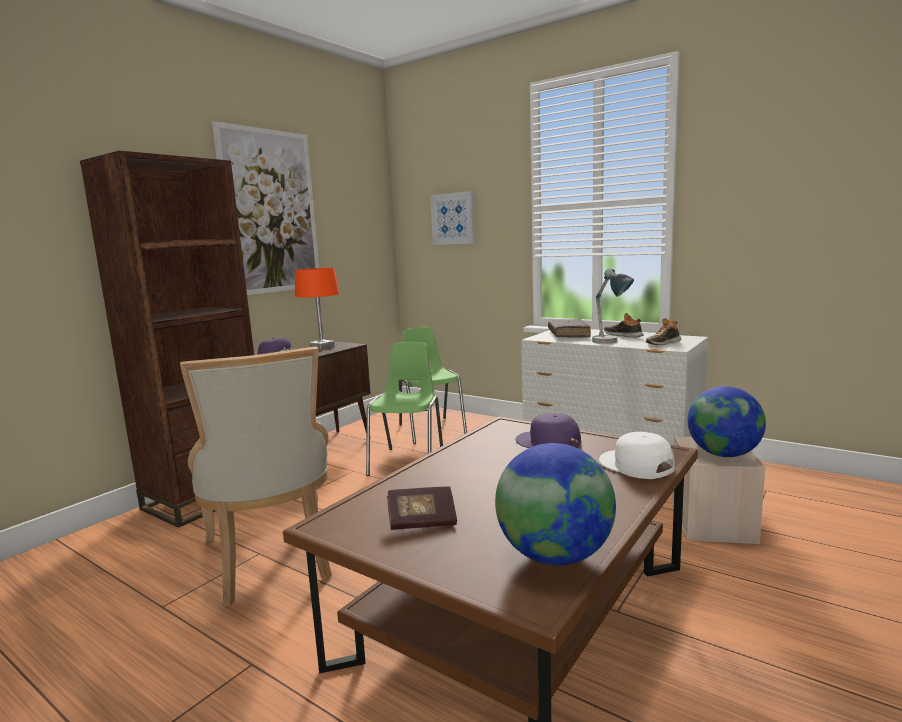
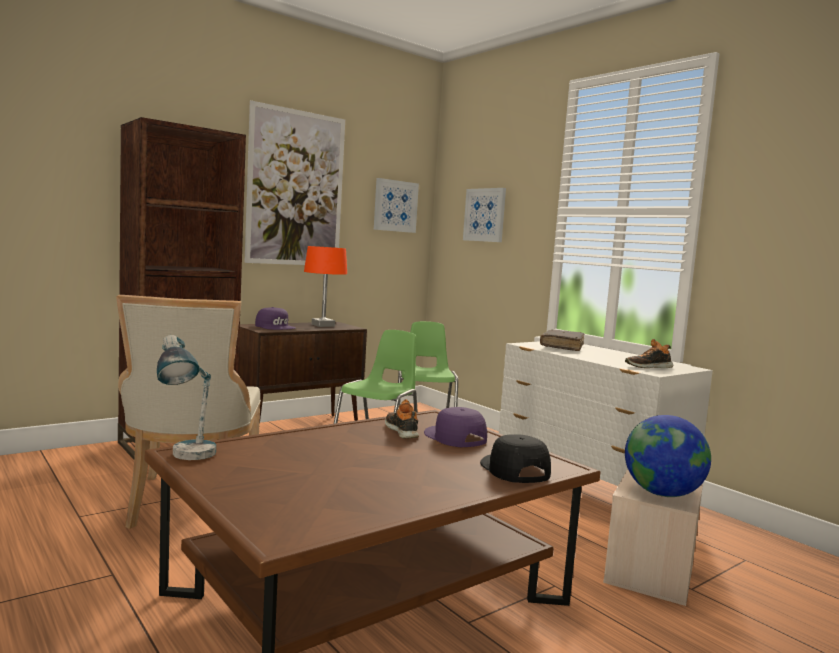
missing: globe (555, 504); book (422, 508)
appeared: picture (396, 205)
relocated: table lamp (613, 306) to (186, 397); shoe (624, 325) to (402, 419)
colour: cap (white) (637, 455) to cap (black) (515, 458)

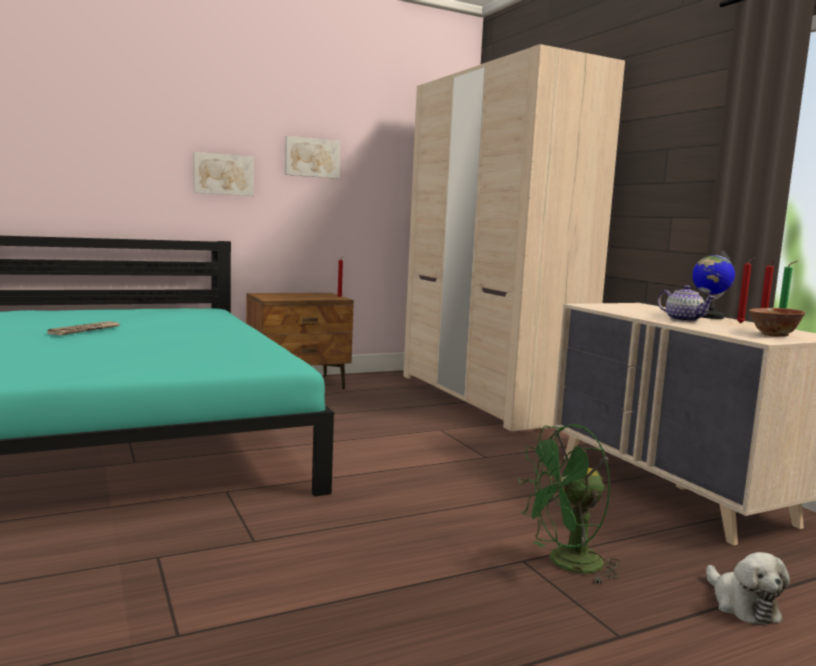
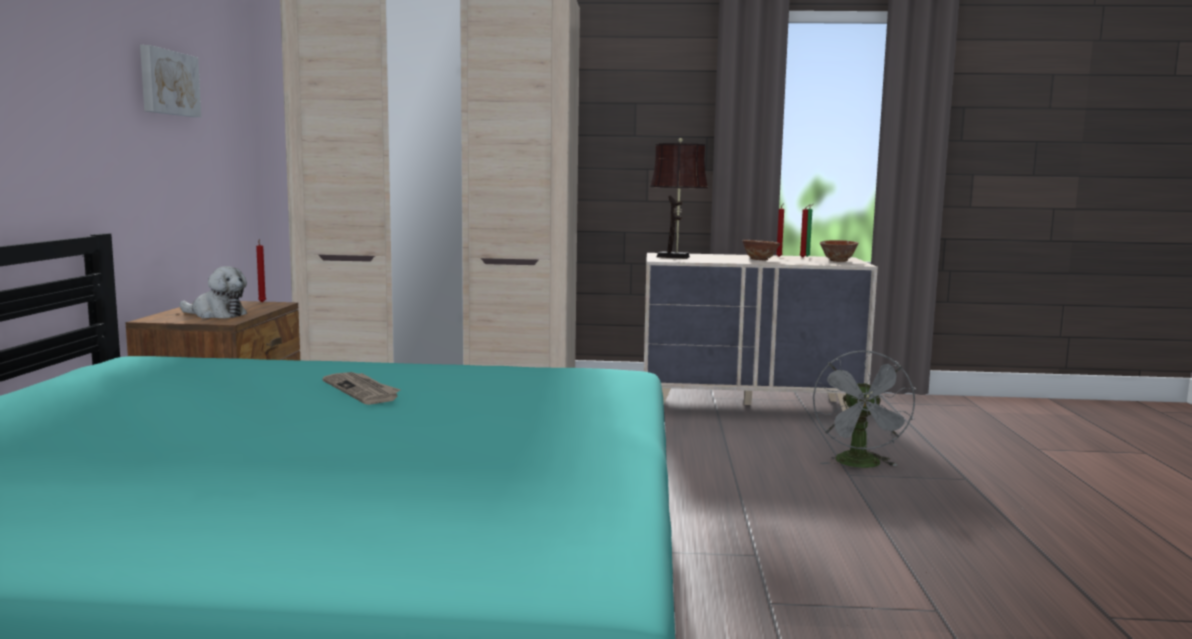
missing: picture (223, 174); globe (713, 284)
appeared: table lamp (brown) (679, 198)
relocated: newspaper (84, 328) to (361, 388); plush toy (748, 589) to (213, 292)
exchanged: teapot (687, 303) to bowl (761, 250)
colour: fan (green) (569, 504) to fan (grey) (864, 409)

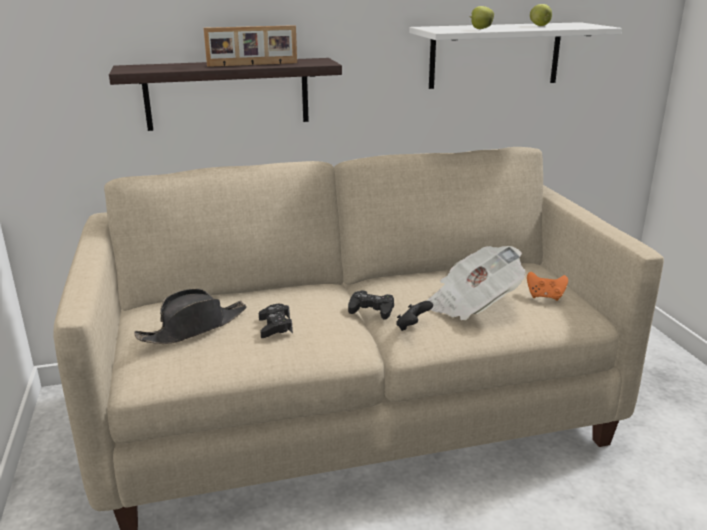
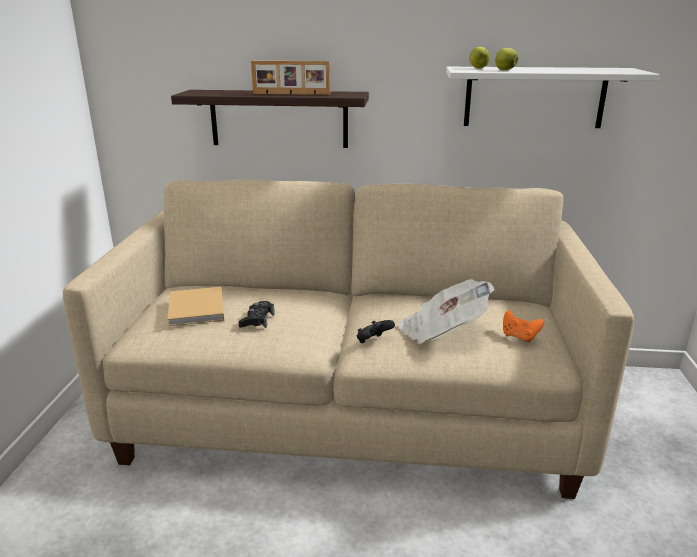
missing: game controller (black) (371, 305)
relocated: apple (541, 15) to (479, 58)
exchanged: hat (black) (190, 316) to book (beige) (195, 306)

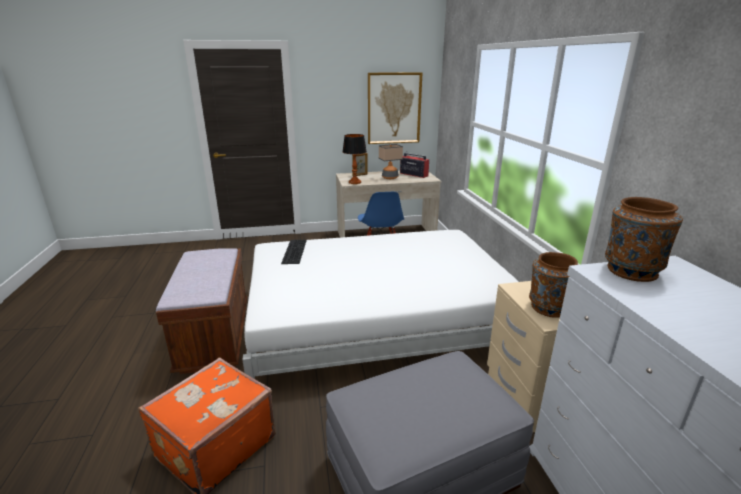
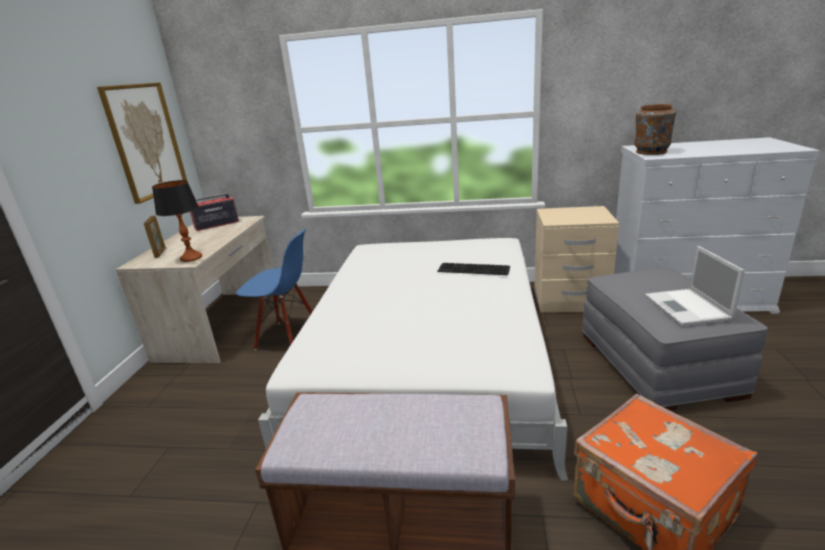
missing: table lamp (391, 161); vase (brown) (553, 285)
appeared: laptop (695, 286)
relocated: keyboard (294, 252) to (473, 269)

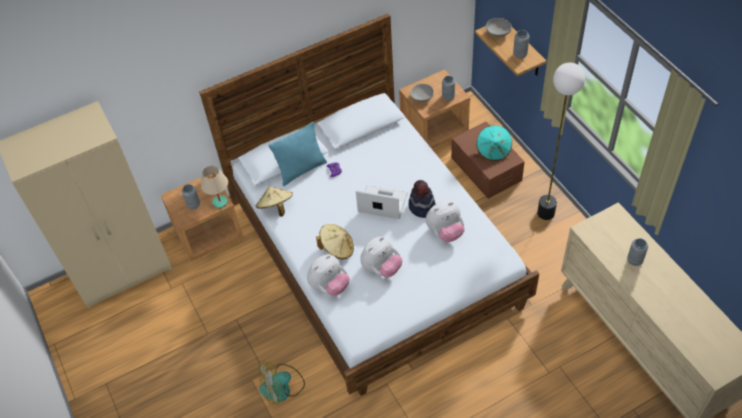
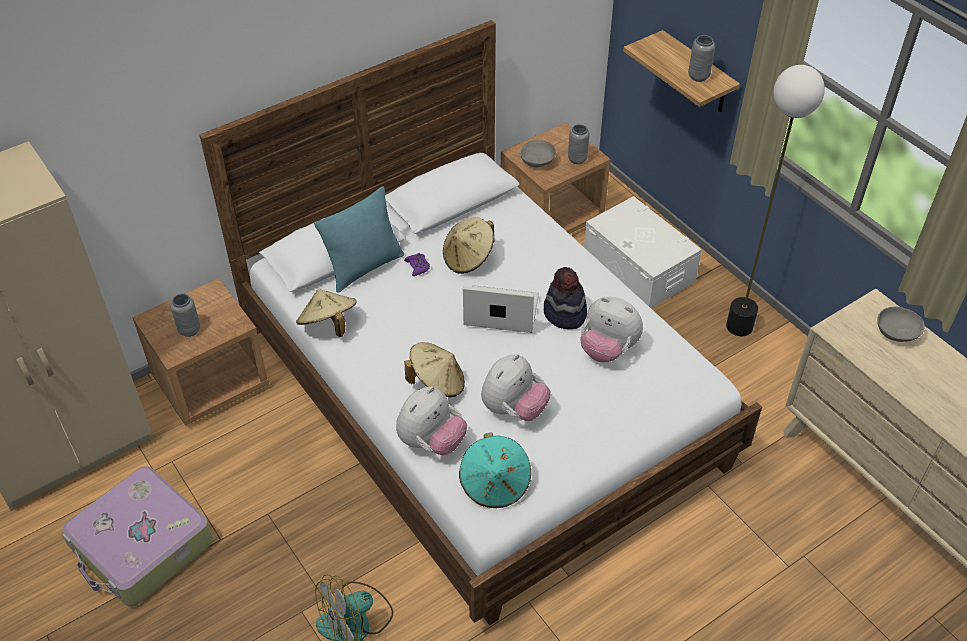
missing: table lamp (beige) (214, 187); vase (grey) (637, 252)
appeared: hat (beige) (468, 245); suitcase (137, 536)
relocated: bowl (grey) (499, 27) to (901, 324); hat (turquoise) (494, 142) to (495, 470)
colour: storage box (brown) (488, 160) to storage box (white) (643, 252)
spun: plush toy (445, 221) = (611, 330) 60 degrees clockwise

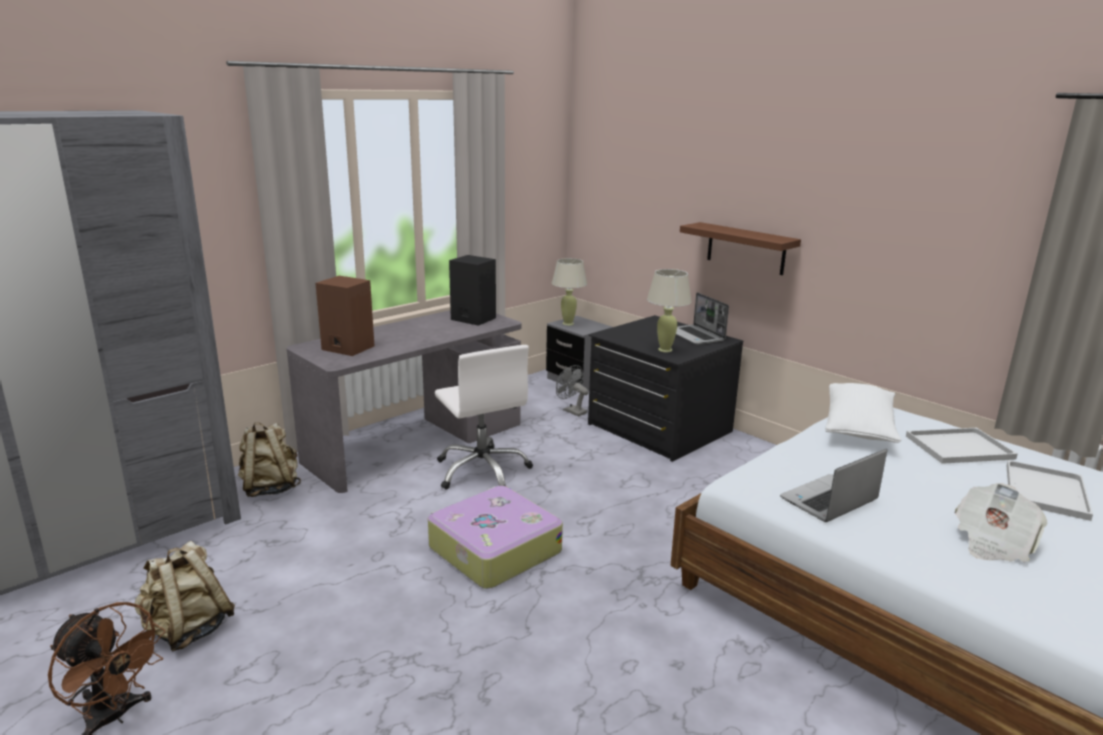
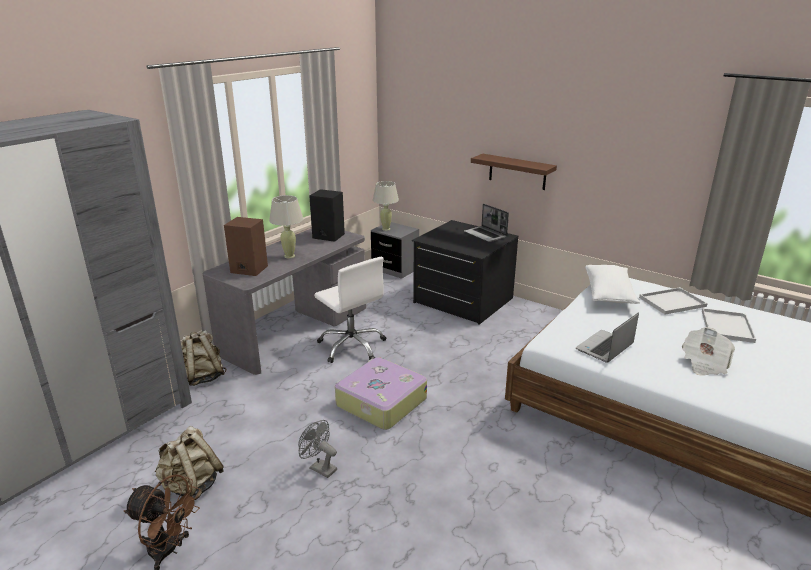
relocated: table lamp (beige) (669, 310) to (286, 226); fan (grey) (572, 390) to (317, 449)

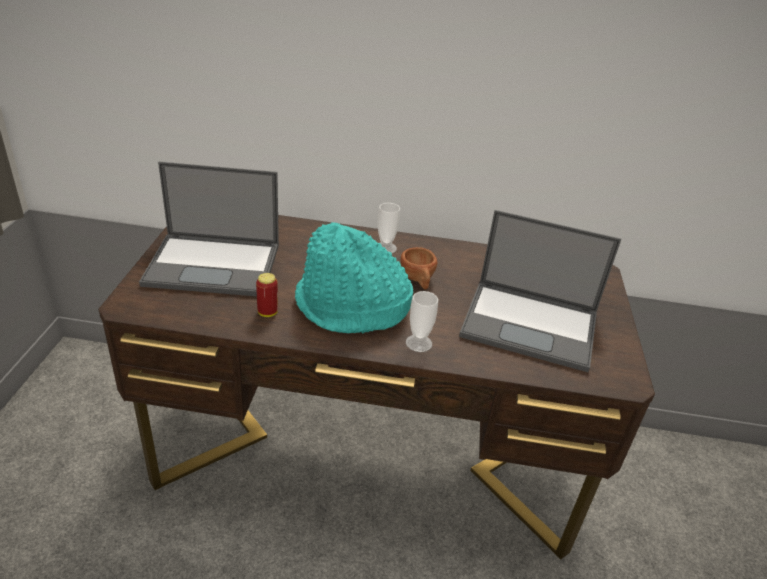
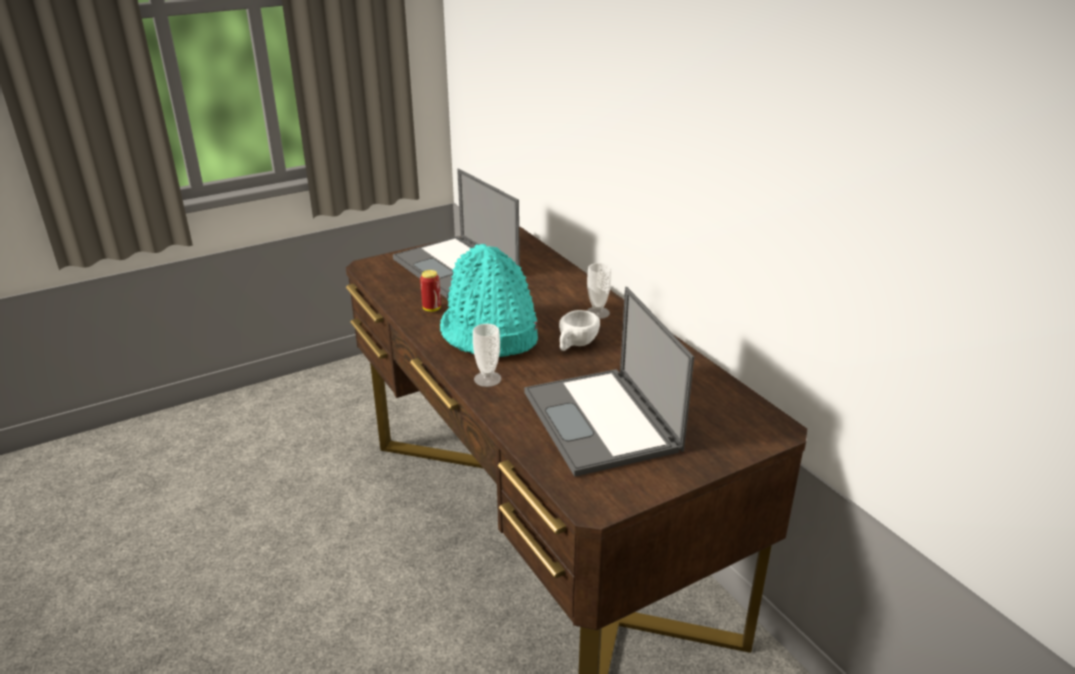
colour: cup (brown) (418, 268) to cup (white) (579, 330)

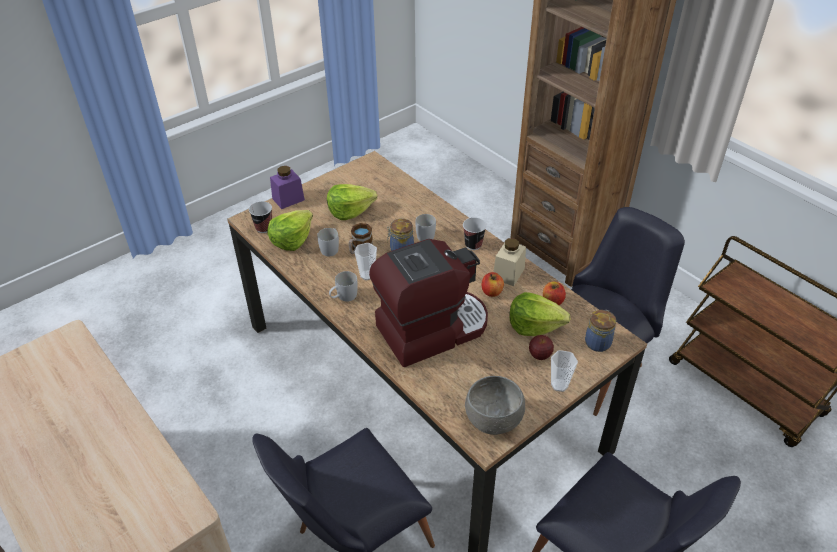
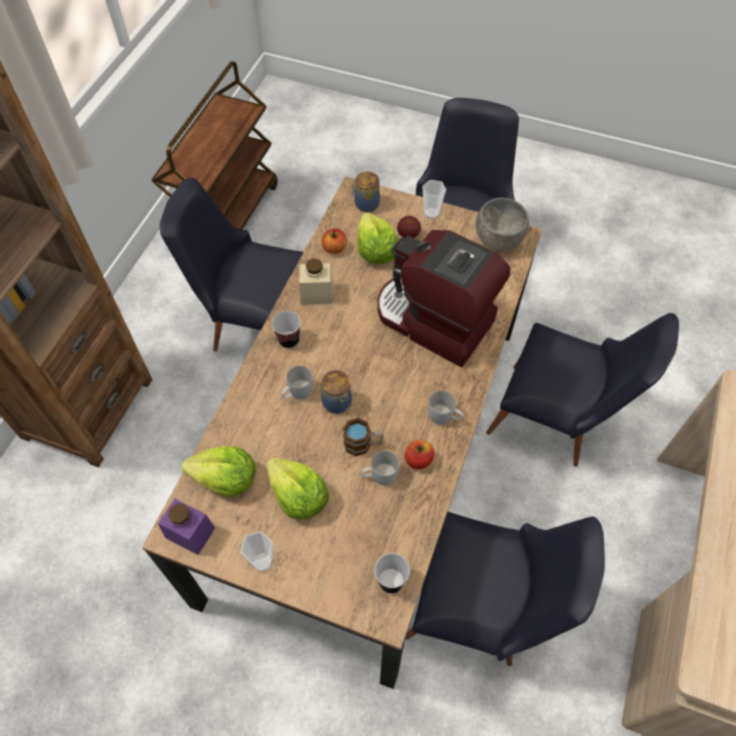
appeared: chair (black) (505, 589)
relocated: jar (purple) (287, 187) to (186, 527); lettuce (290, 230) to (219, 471); cup (366, 261) to (256, 552); apple (493, 284) to (419, 454)

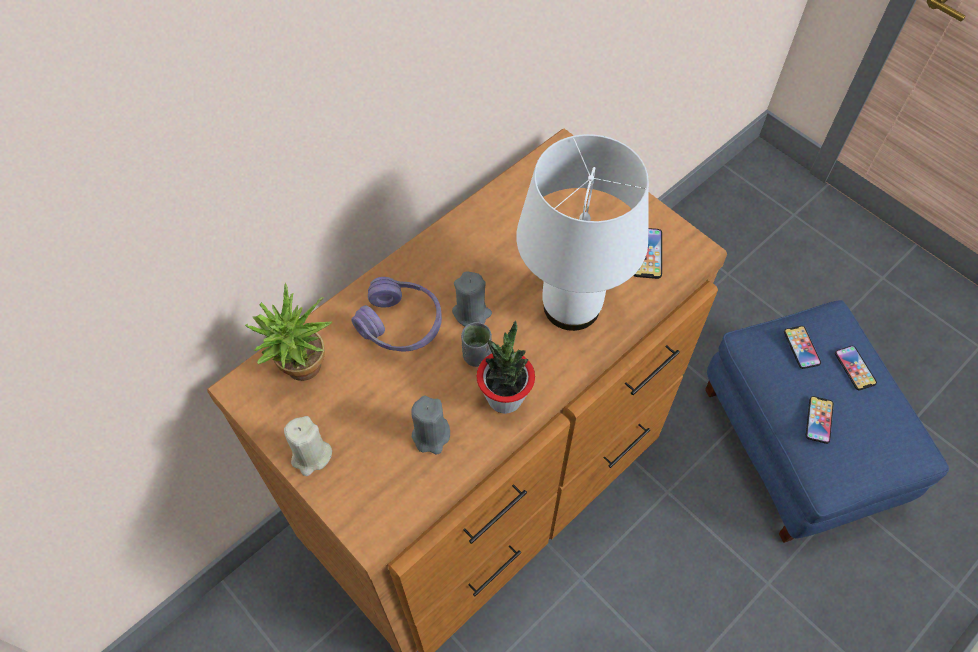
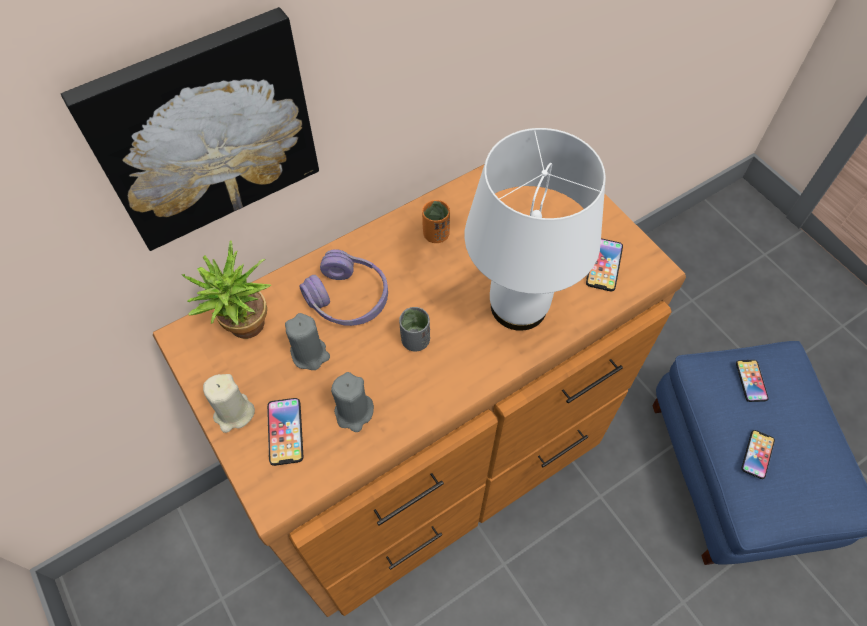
missing: potted plant (505, 367)
appeared: picture (190, 129); cup (orange) (436, 221)
relocated: candle (grey) (472, 298) to (307, 341); phone (856, 368) to (285, 432)

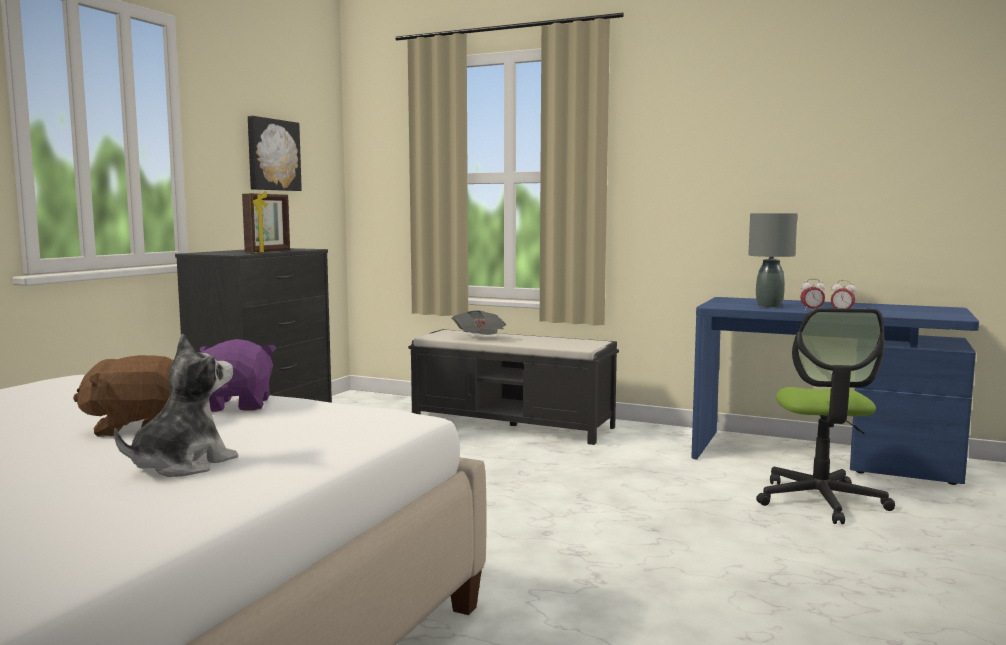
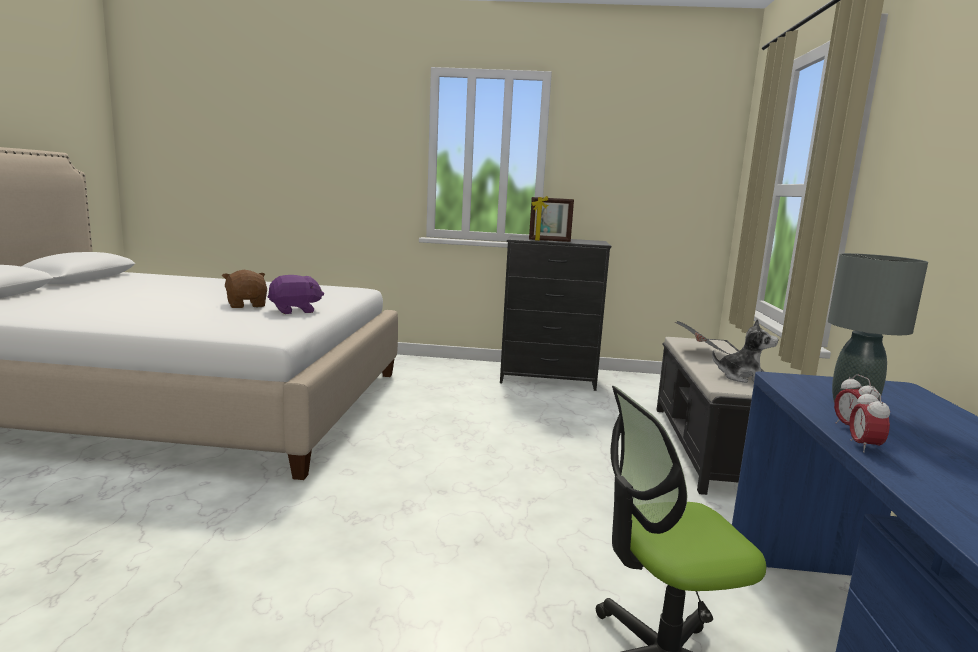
missing: picture (275, 153)
relocated: plush toy (176, 405) to (745, 351)

